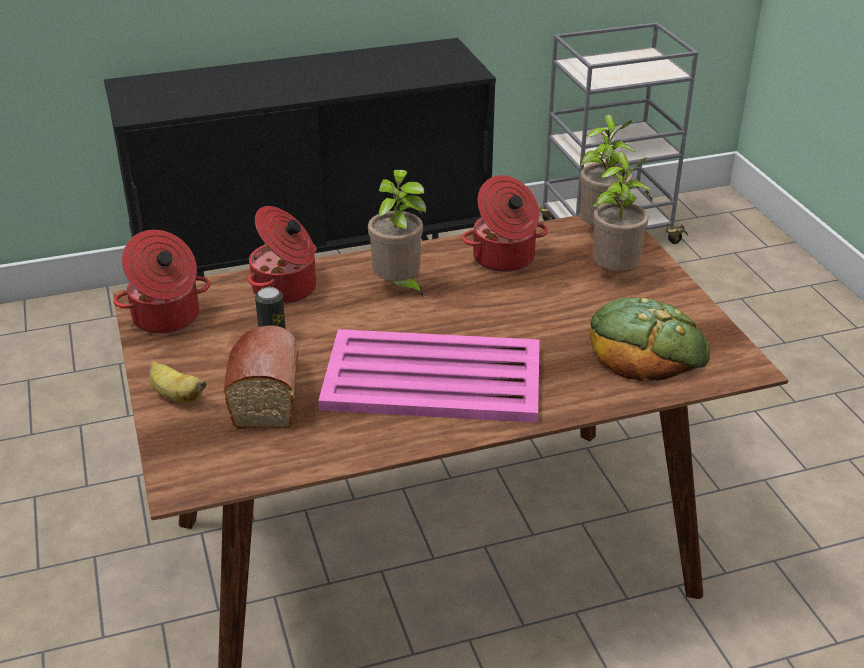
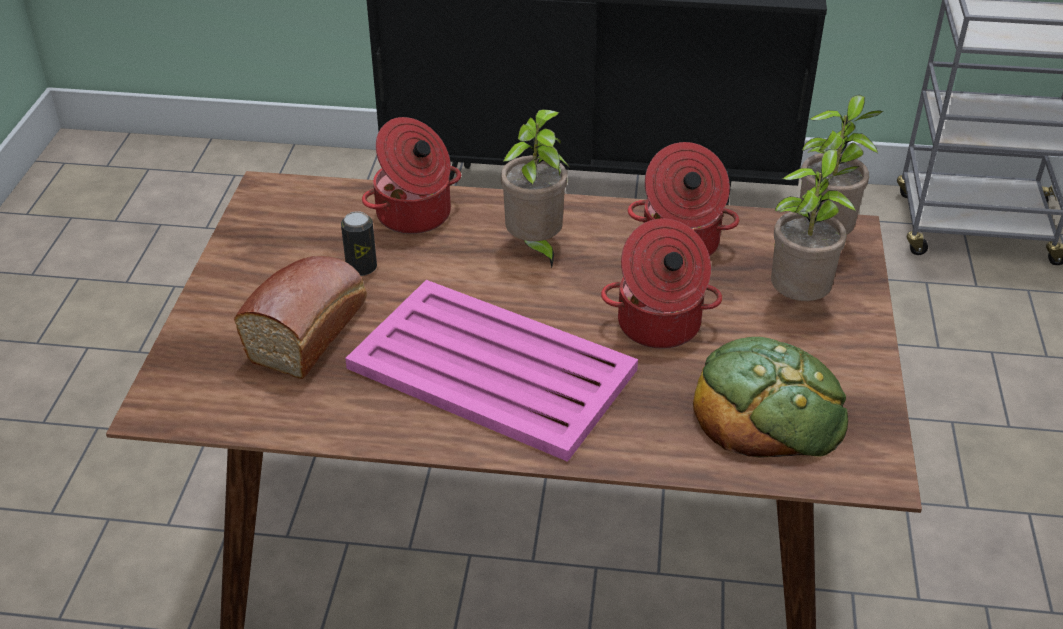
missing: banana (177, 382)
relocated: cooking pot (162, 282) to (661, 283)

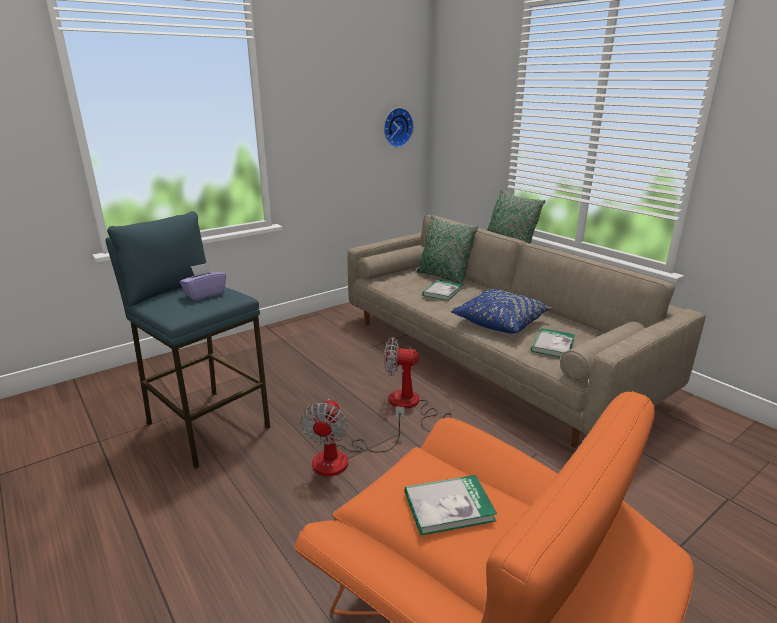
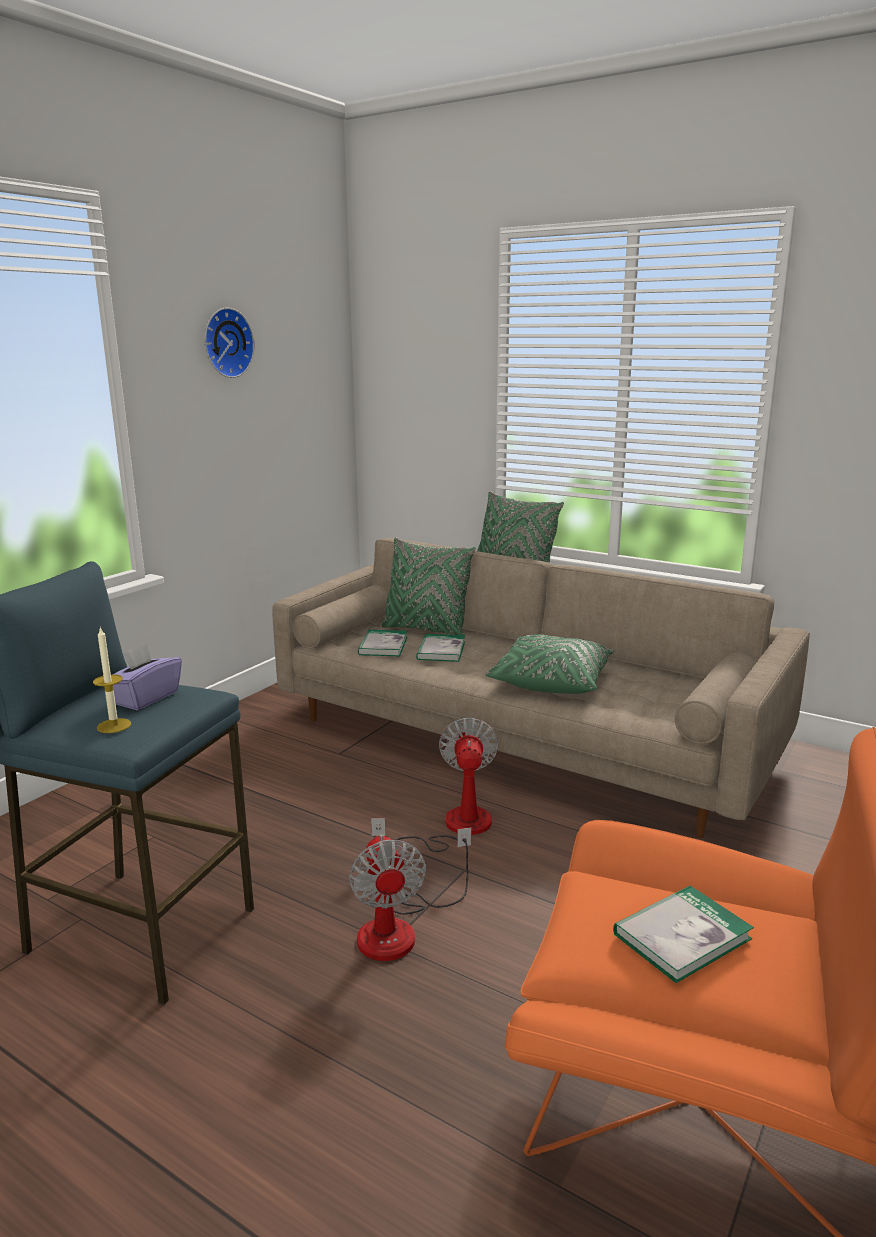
appeared: candle (112, 679)
relocated: wall clock (399, 128) to (229, 343); book (553, 343) to (382, 643)
colour: pillow (blue) (501, 311) to pillow (green) (550, 664)
spun: fan (418, 384) = (435, 785) 105 degrees clockwise

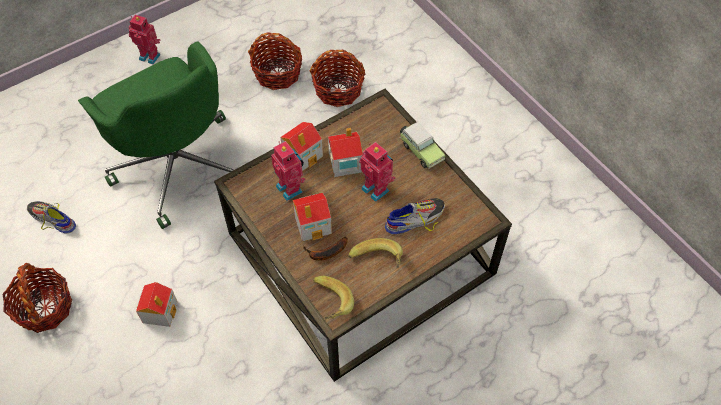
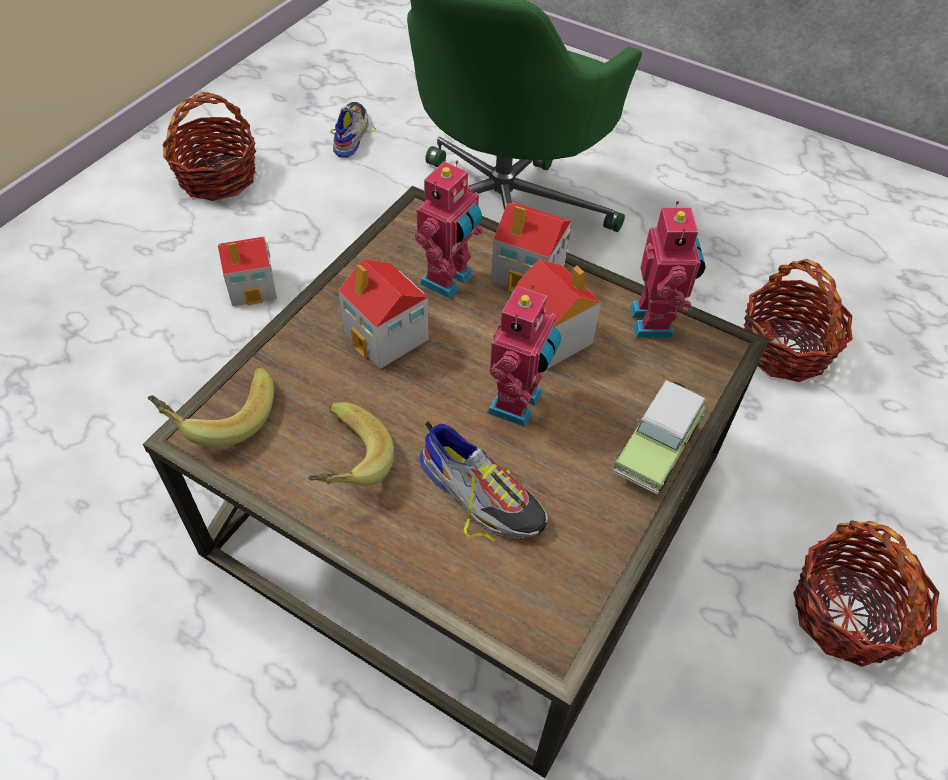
missing: banana (325, 249)
relocated: toy robot (145, 39) to (668, 269); basket (275, 61) to (866, 593)

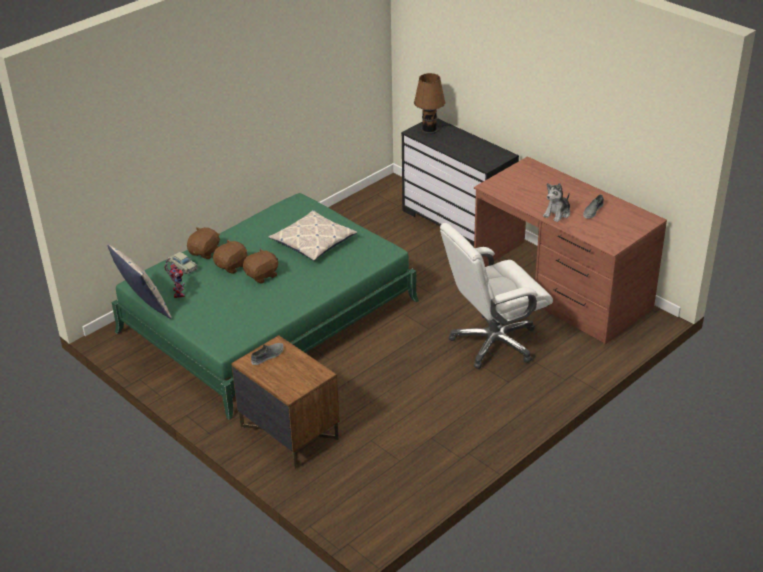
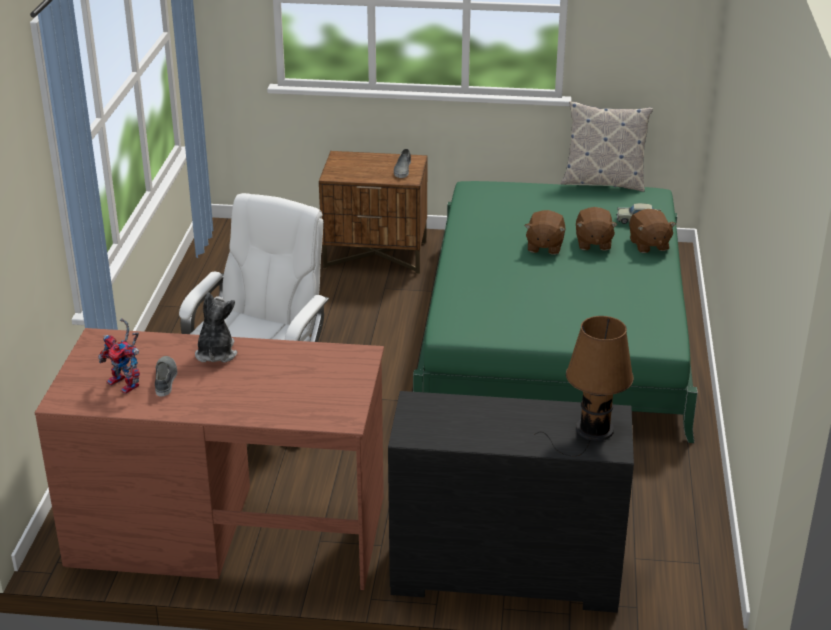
missing: pillow (313, 235)
relocated: toy robot (174, 278) to (119, 356)

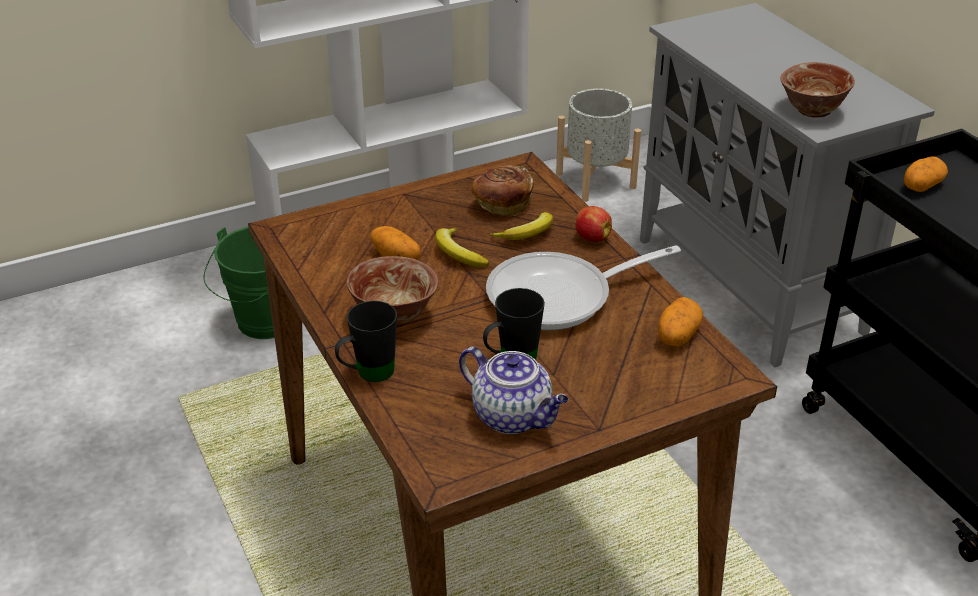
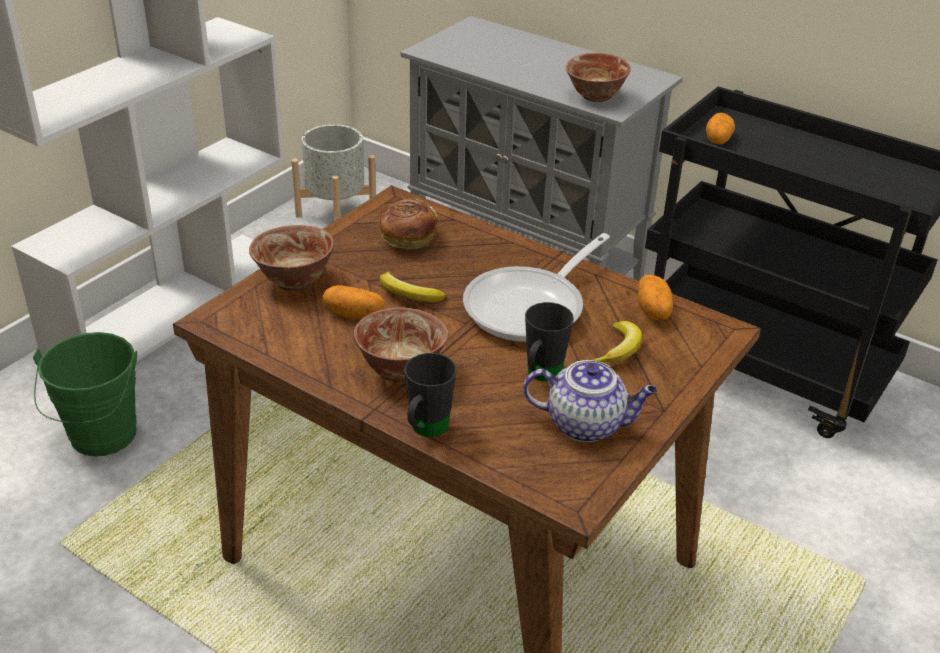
missing: apple (593, 224)
appeared: bowl (291, 258)
relocated: banana (521, 226) to (617, 342)

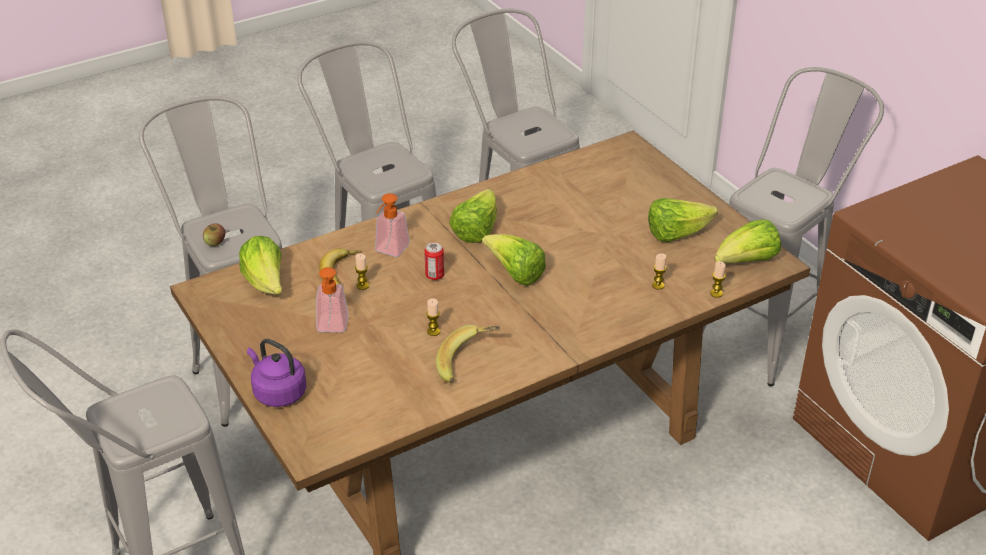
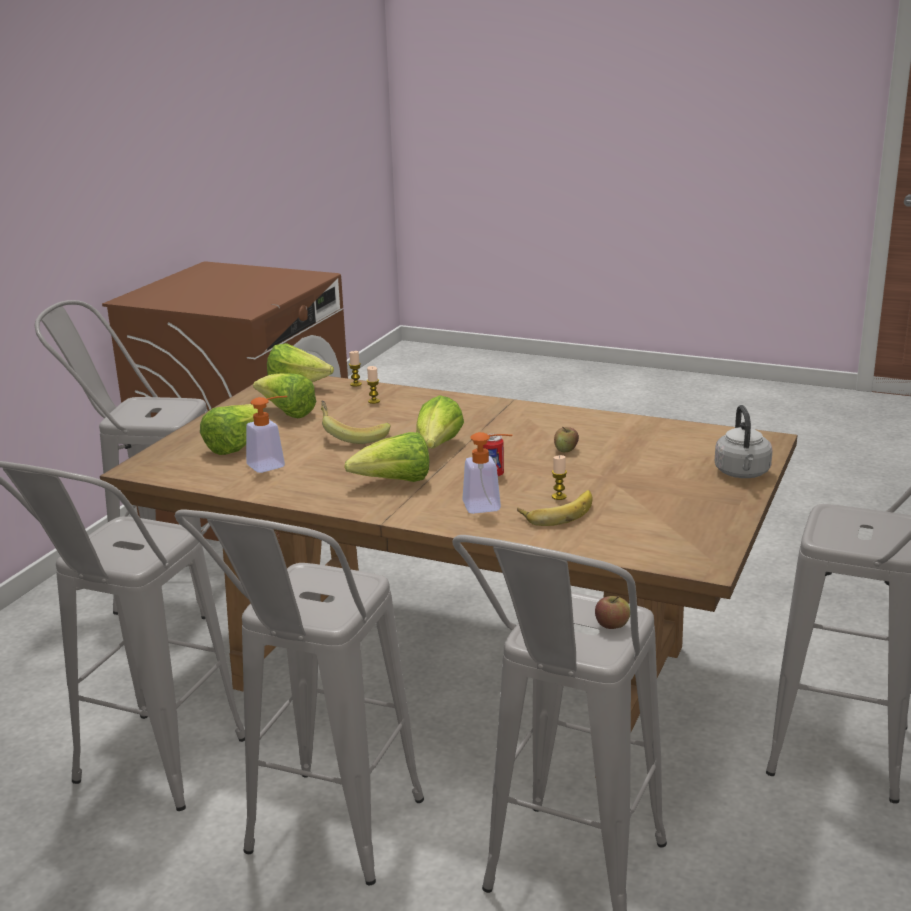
relocated: lettuce (260, 265) to (232, 429); soap dispenser (332, 299) to (266, 434); banana (468, 354) to (355, 422)
exchanged: candle (433, 317) to apple (566, 439)
colour: kettle (purple) (277, 373) to kettle (grey) (744, 441)

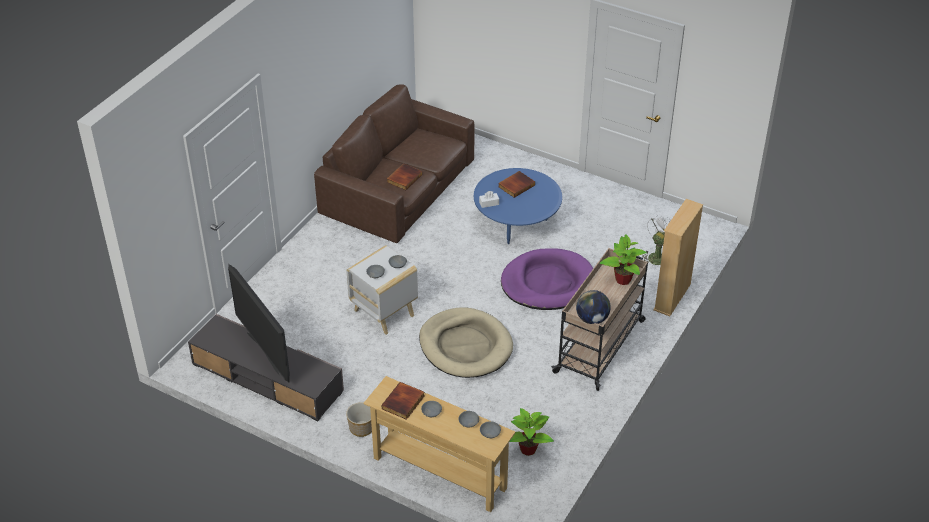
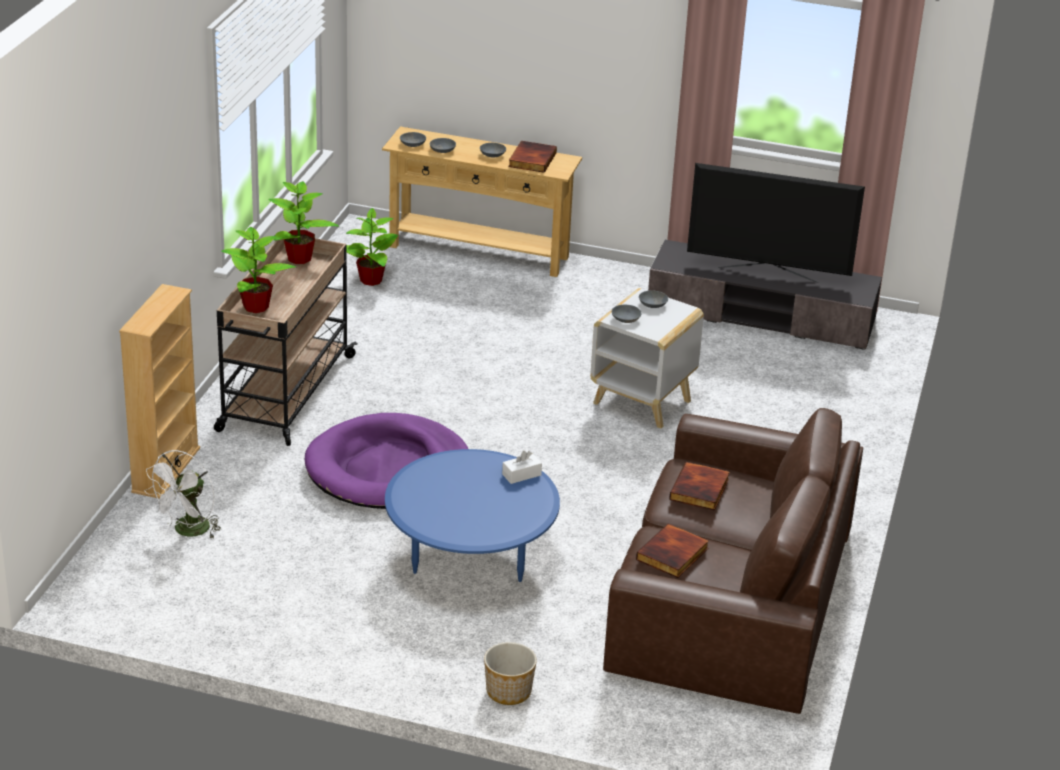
missing: dog bed (beige) (466, 342)
relocated: book (516, 184) to (672, 551); planter (359, 419) to (510, 673)
exchanged: globe (593, 307) to potted plant (303, 222)
spun: television (259, 323) = (776, 223) 150 degrees clockwise

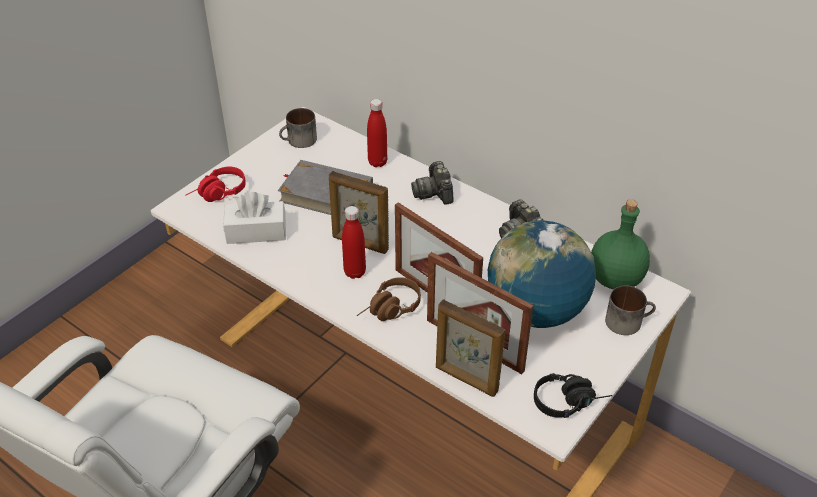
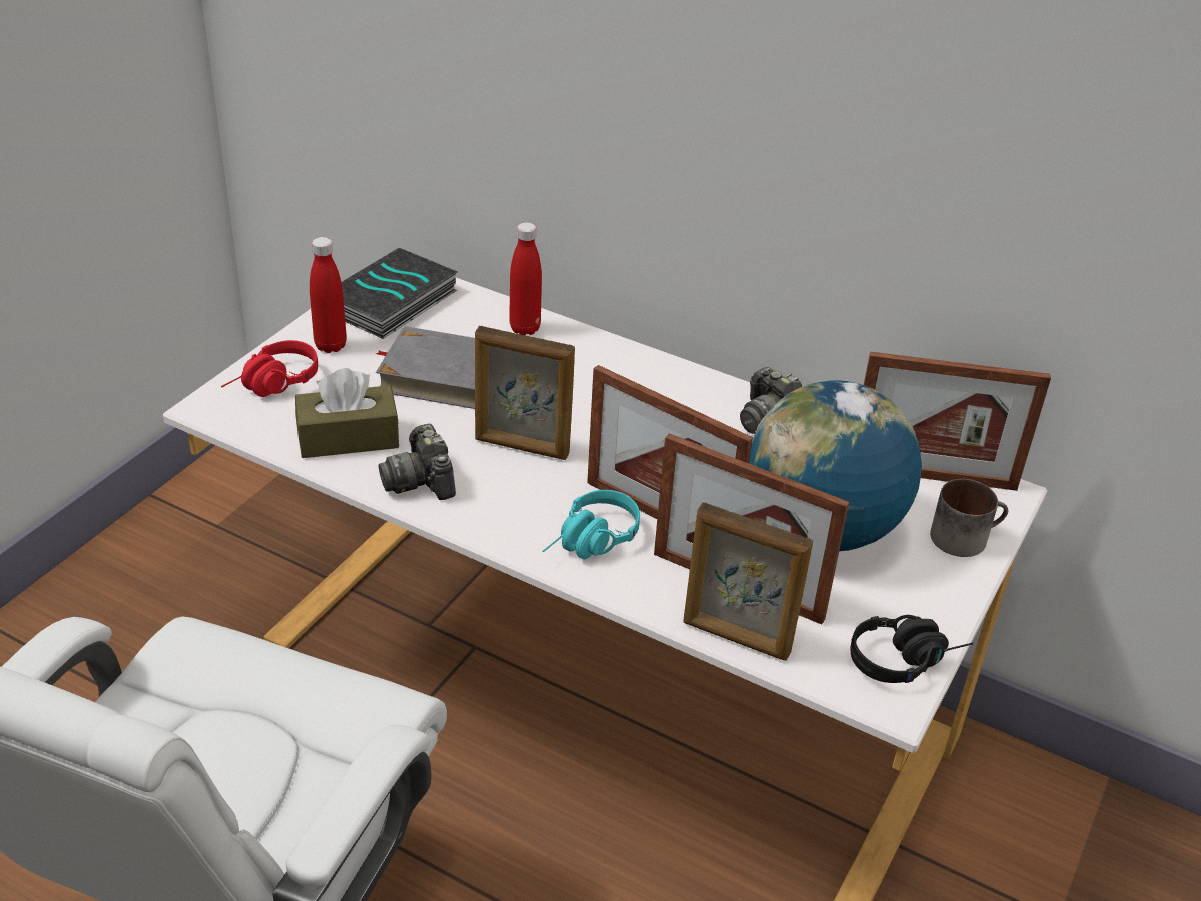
relocated: photo camera (432, 183) to (417, 462); bottle (red) (354, 242) to (328, 295)
exchanged: mug (298, 128) to book (400, 293); bottle (green) (620, 244) to picture frame (957, 421)
colour: tissue box (white) (254, 218) to tissue box (brown) (347, 413); headphones (brown) (389, 299) to headphones (turquoise) (591, 524)

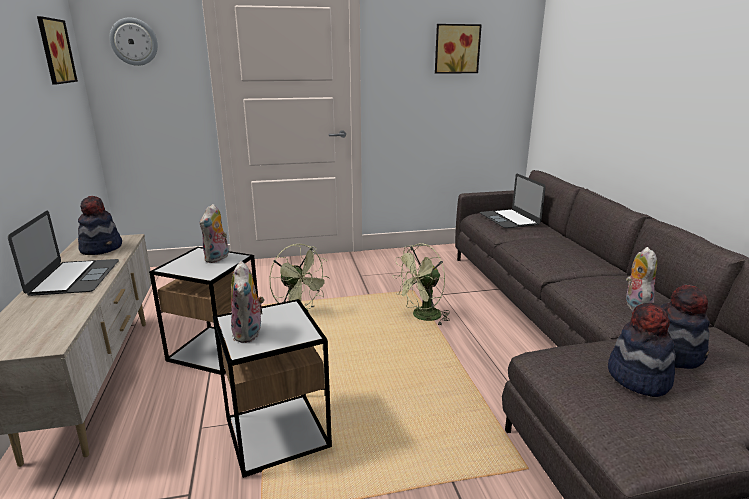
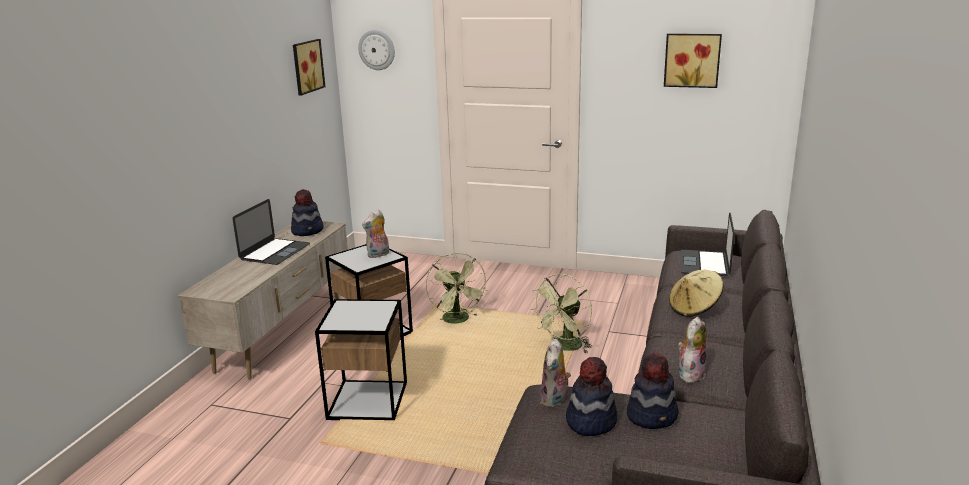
appeared: hat (beige) (696, 293)
relocated: plush toy (247, 302) to (555, 373)
spun: fan (green) (421, 284) = (561, 314) 45 degrees counterclockwise

